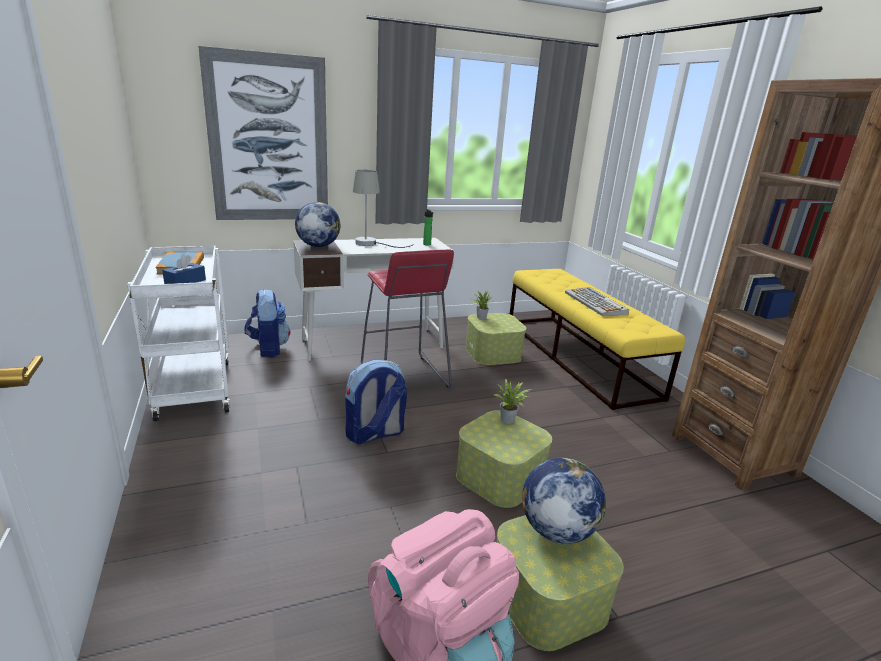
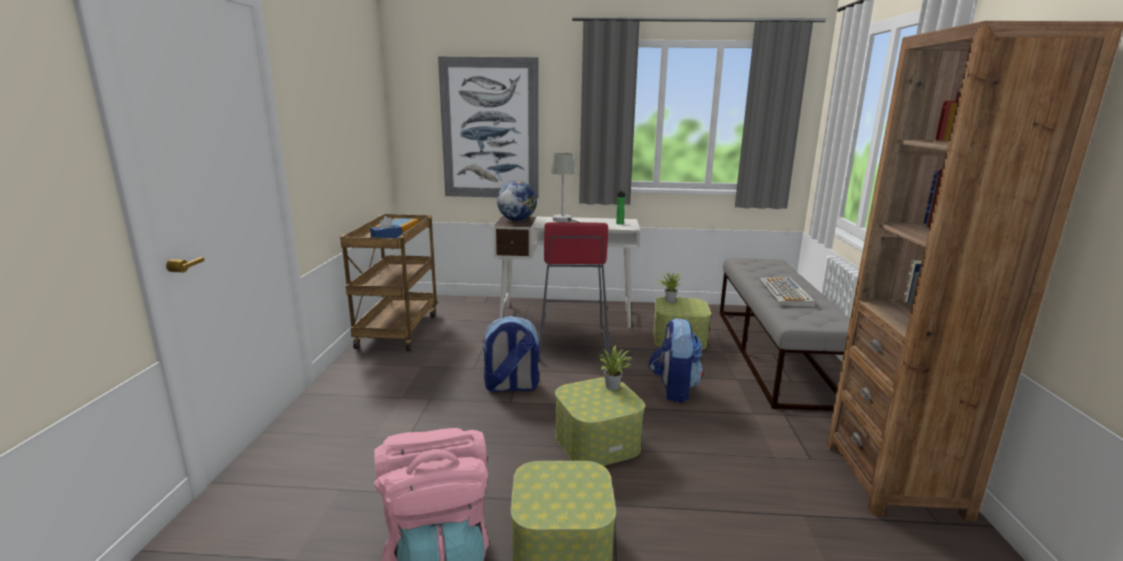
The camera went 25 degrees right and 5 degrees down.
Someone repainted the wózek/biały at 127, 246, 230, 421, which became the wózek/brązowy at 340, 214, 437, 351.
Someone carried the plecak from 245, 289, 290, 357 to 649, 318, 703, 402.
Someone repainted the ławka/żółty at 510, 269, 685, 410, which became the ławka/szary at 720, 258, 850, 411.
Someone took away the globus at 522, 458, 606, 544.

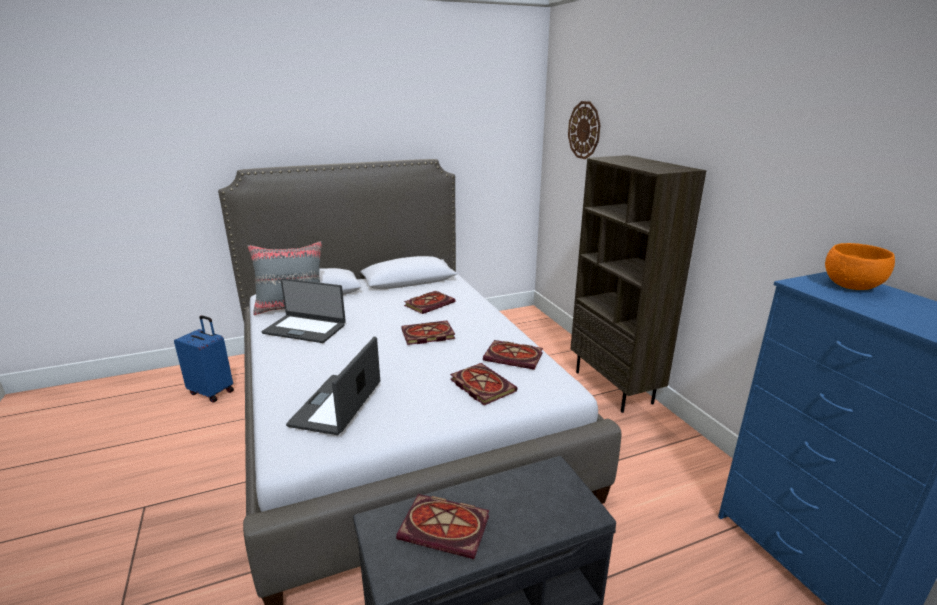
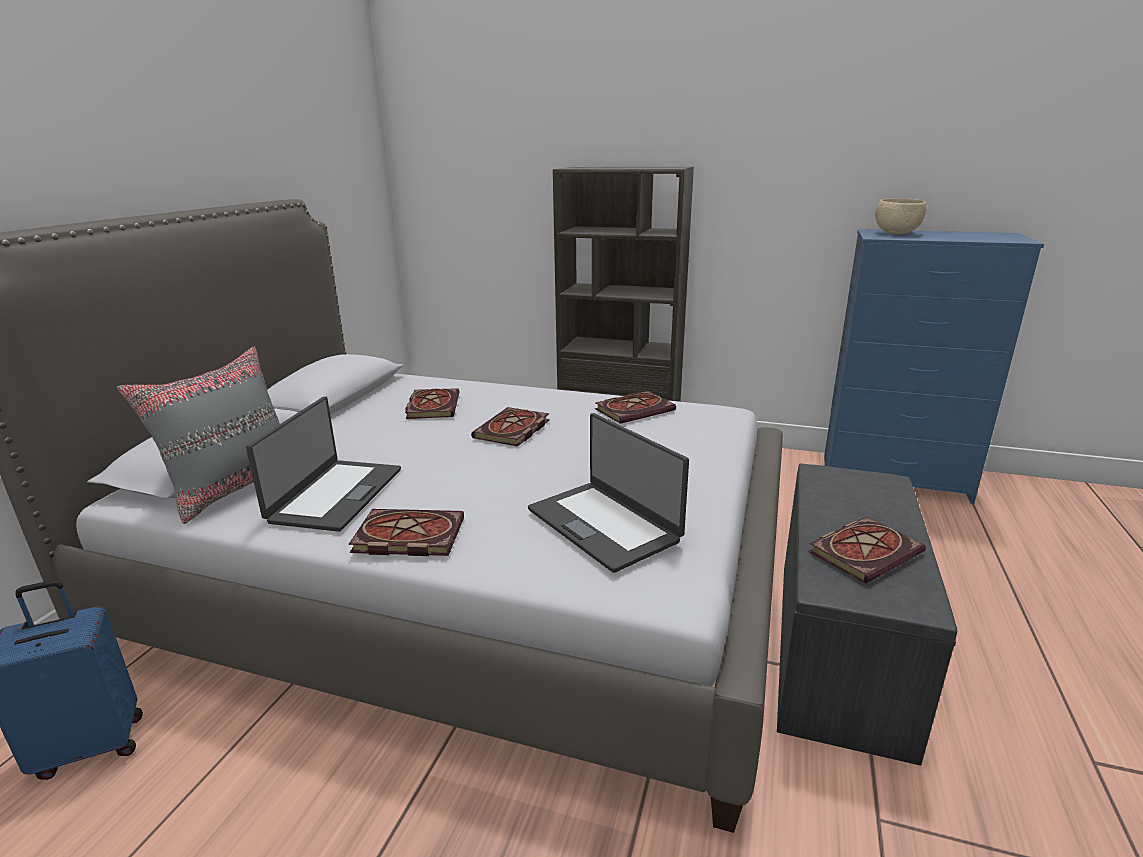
The camera went 50 degrees left and 0 degrees up.
Someone rotated the laptop at 262, 278, 346, 343 by 45 degrees counterclockwise.
Someone carried the książka from 450, 363, 518, 405 to 349, 509, 464, 556.
Someone took away the zegar ścienny at 568, 101, 600, 159.
Someone repainted the miska/pomarańczowy at 825, 243, 895, 290, which became the miska/beżowy at 875, 198, 926, 234.

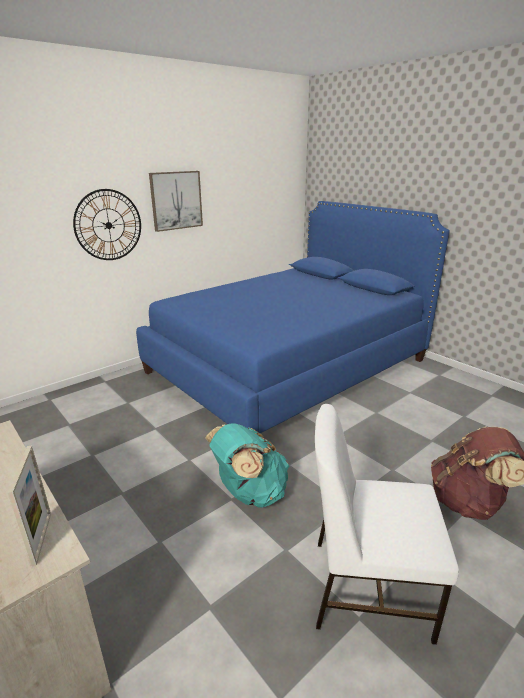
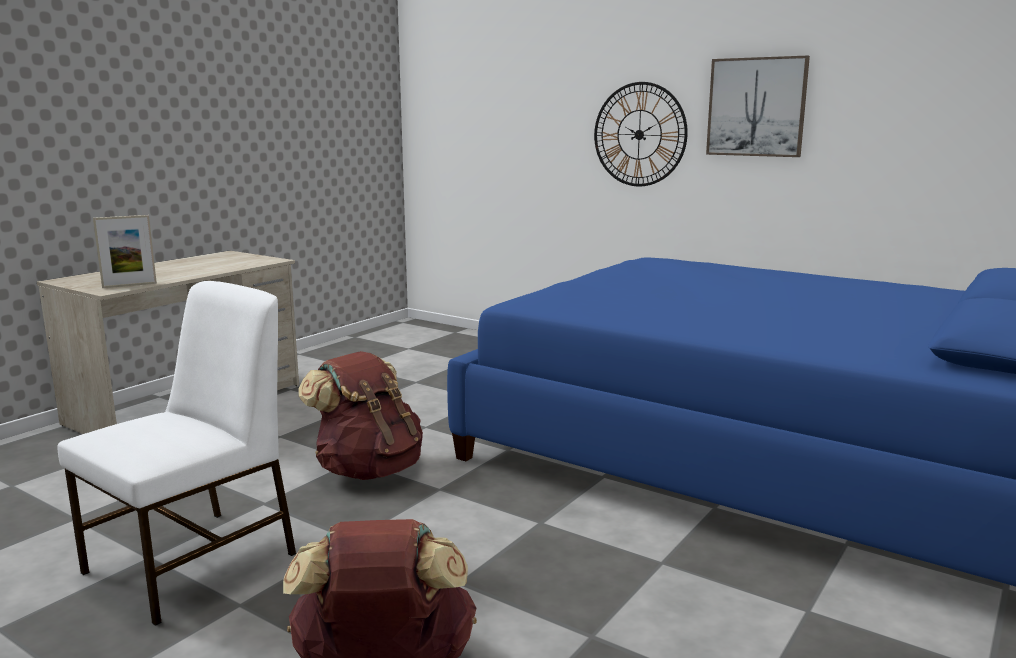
The camera went 75 degrees right and 10 degrees down.
Someone repainted the plecak/turkusowy at 205, 423, 290, 507, which became the plecak/brązowy at 298, 351, 423, 480.
Someone rotated the krzesło/biały at 315, 404, 459, 645 by 45 degrees clockwise.

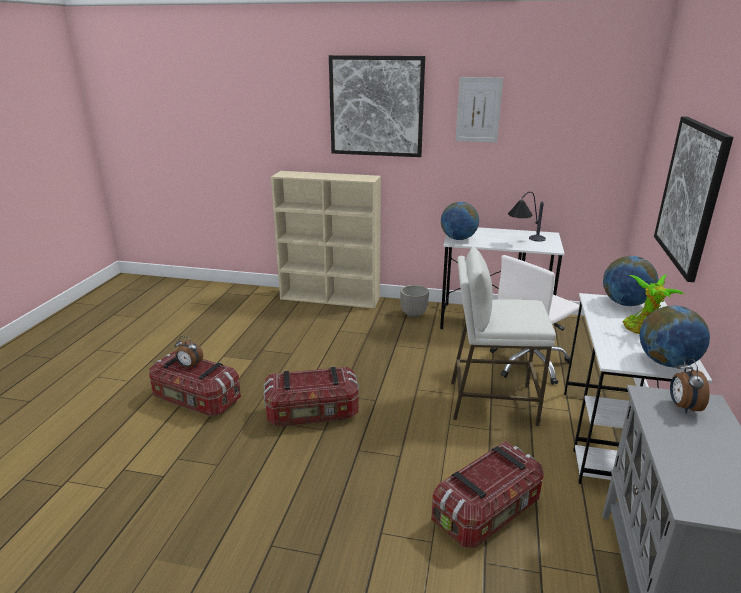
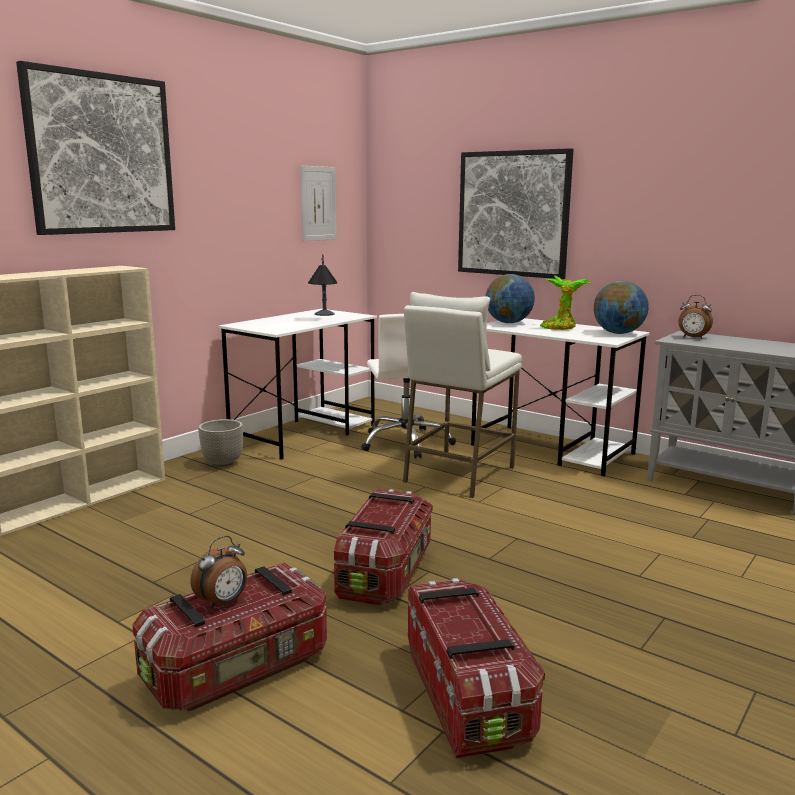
The camera went 65 degrees left and 10 degrees down.
Someone carried the pojemnik do przechowywania from 431, 441, 544, 548 to 408, 578, 545, 758.
Someone took away the globus at 441, 202, 479, 240.
Someone carried the obraz from 456, 77, 503, 143 to 300, 166, 337, 241.

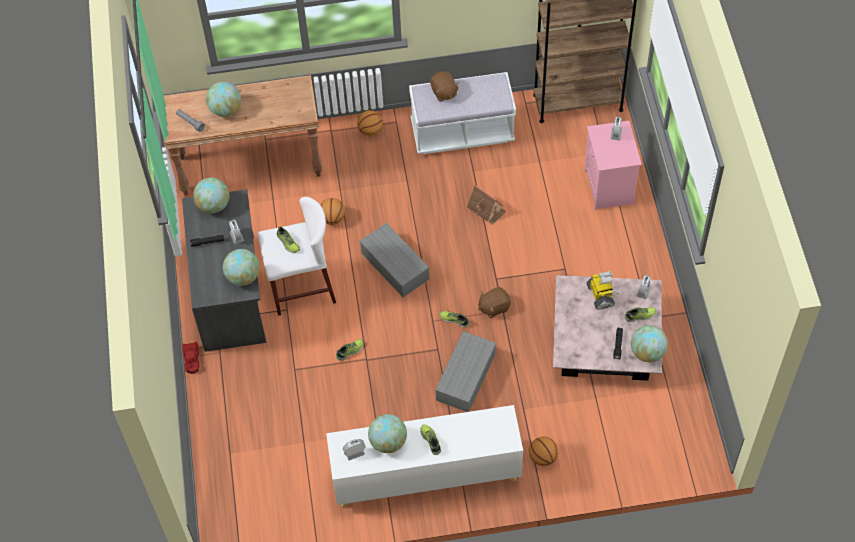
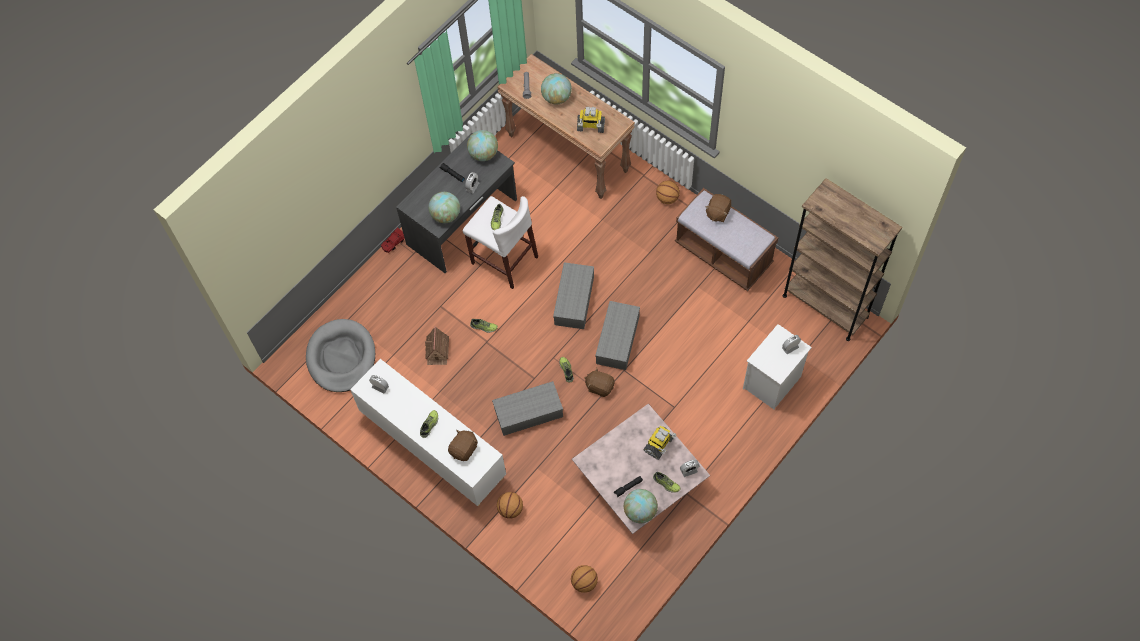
The camera went 50 degrees right and 5 degrees up.
Someone carried the piłka do koszykówki from 321, 198, 345, 225 to 571, 565, 598, 593.
Someone took away the globus at 368, 414, 407, 453.
Someone repainted the ławka/biały at 409, 72, 516, 154, which became the ławka/brązowy at 675, 188, 778, 291.
Someone carried the domek from 467, 185, 506, 225 to 425, 326, 449, 365.
Someone repainted the szafka nocna/różowy at 584, 121, 642, 210, which became the szafka nocna/biały at 743, 324, 812, 409.
Someone put down the legowisko/szary at 306, 319, 375, 392.
Someone put down the pluszak/brązowy at 448, 430, 478, 461.
Someone put down the robot zabawkowy at 577, 107, 605, 133.
Someone put down the pojemnik do przechowywania/szary at 595, 301, 640, 370.

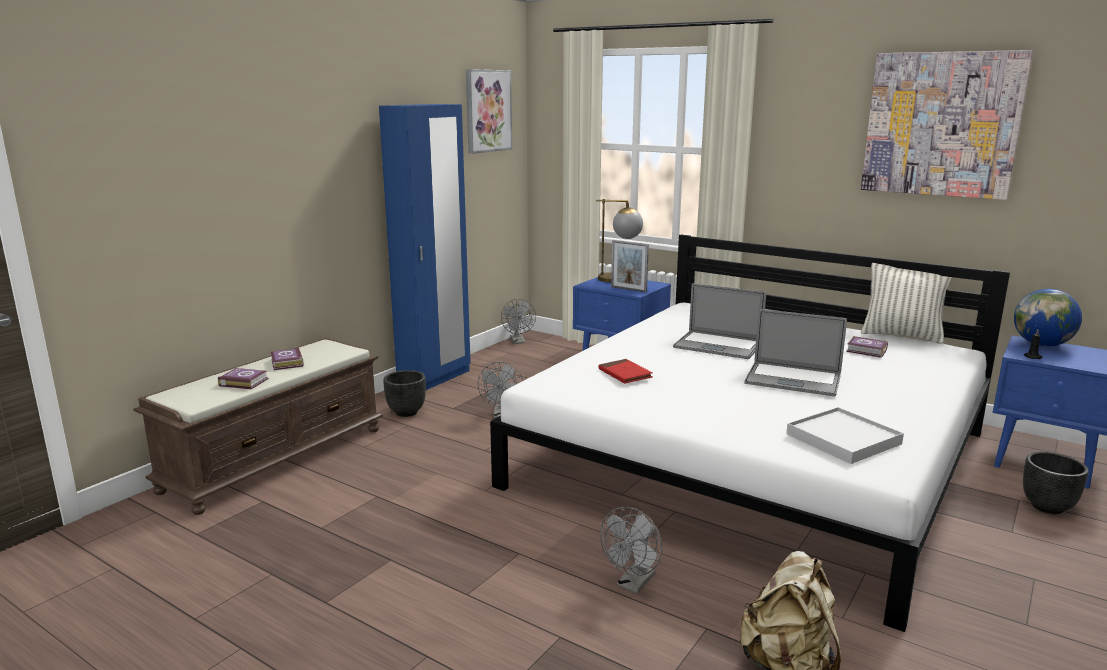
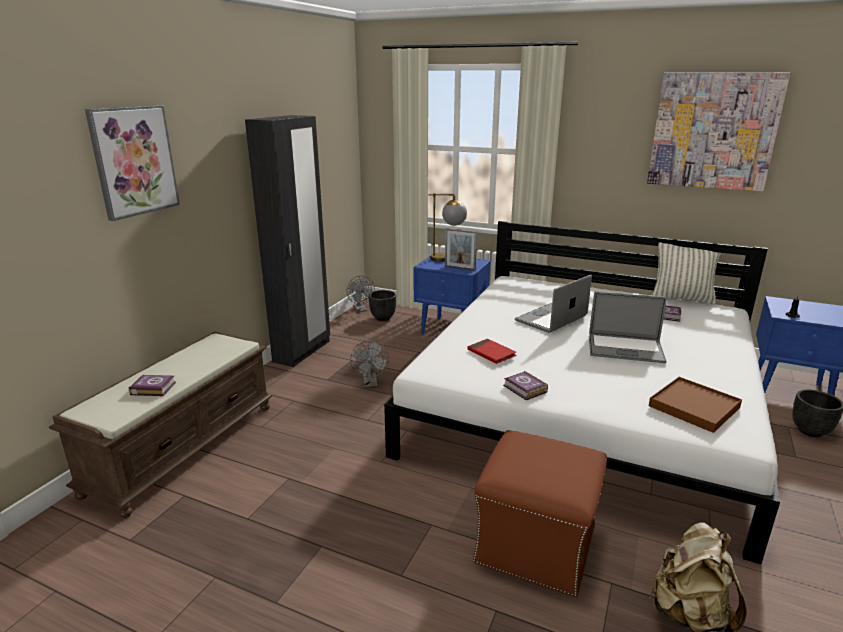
The camera went 10 degrees left and 5 degrees up.
Someone carried the książka from 271, 348, 304, 370 to 503, 371, 548, 400.
Someone repainted the szafa/niebieski at 379, 104, 471, 390, which became the szafa/czarny at 245, 115, 330, 367.
Someone carried the donica/czarny from 383, 370, 426, 417 to 369, 290, 396, 321.
Someone carried the obraz from 466, 69, 512, 154 to 85, 105, 180, 221.
Someone swapped the wentylator/szary at 600, 507, 662, 594 for the pufa/brązowy at 473, 430, 607, 597.
Someone rotated the laptop at 673, 283, 766, 359 by 120 degrees clockwise.
Someone repainted the taca/biały at 786, 407, 904, 464, which became the taca/brązowy at 649, 377, 742, 433.
Someone took away the globus at 1014, 289, 1082, 347.

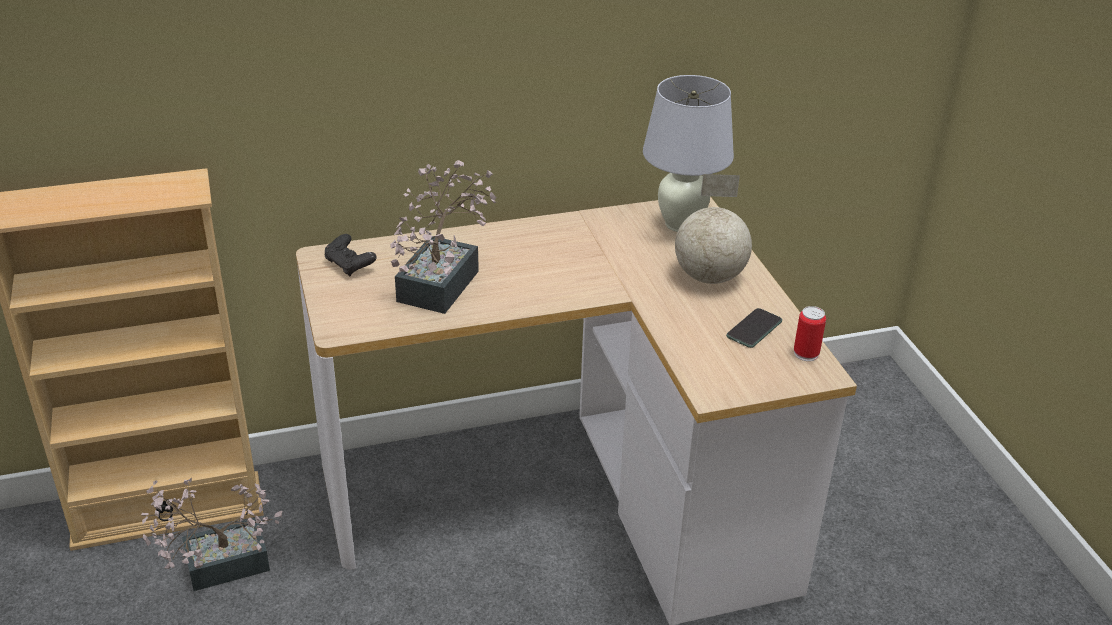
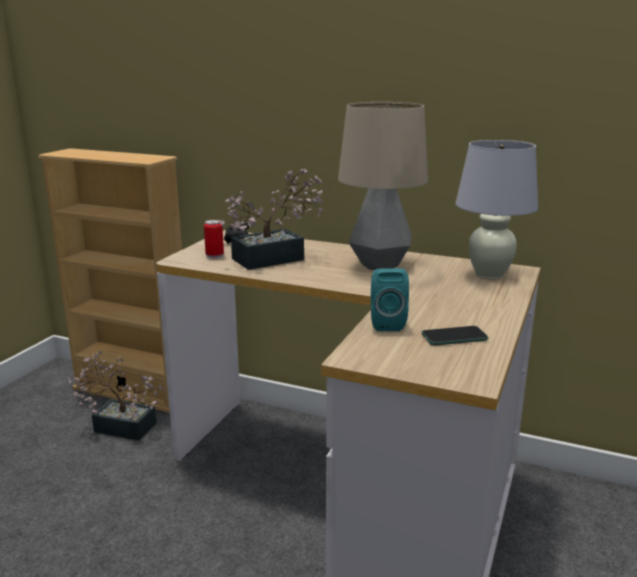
The camera went 40 degrees right and 15 degrees down.
Someone took away the globus at 675, 174, 752, 284.
Someone carried the puszka from 794, 306, 826, 361 to 204, 220, 224, 259.
Someone put down the lampa stołowa at 338, 102, 428, 270.
Someone put down the głośnik/turkusowy at 371, 268, 409, 331.

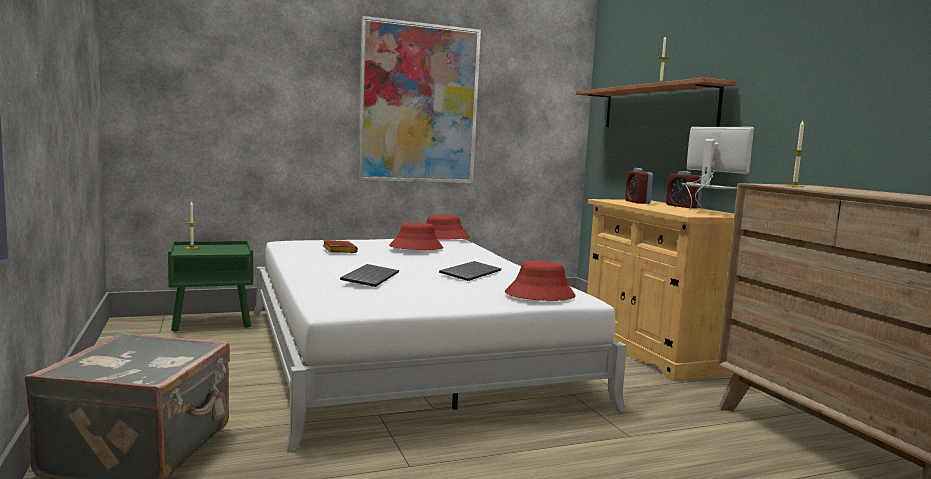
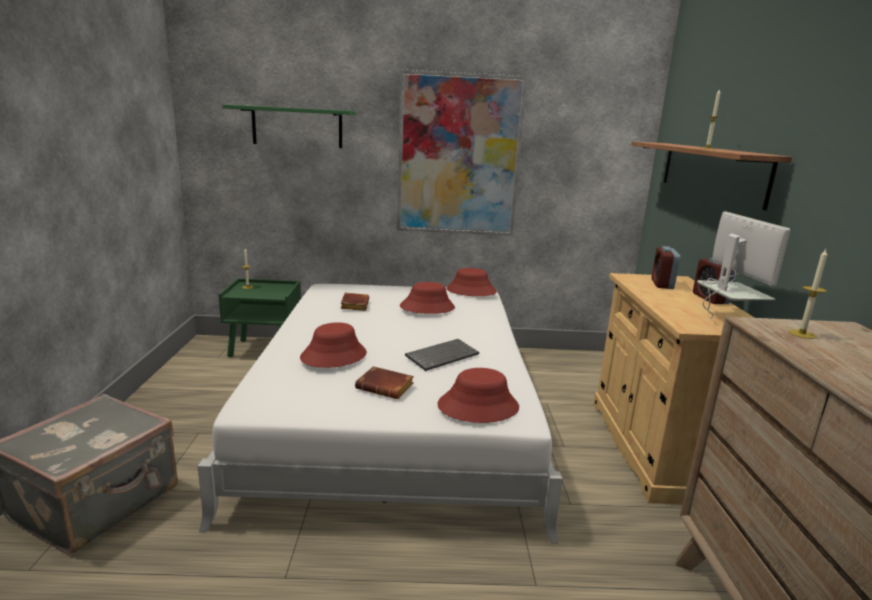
The camera went 20 degrees right and 10 degrees up.
Someone swapped the klawiatura at 340, 264, 399, 287 for the kapelusz/czerwony at 300, 322, 367, 368.
Someone put up the półka/zielony at 222, 104, 356, 148.
Someone put down the książka/brązowy at 355, 366, 414, 399.

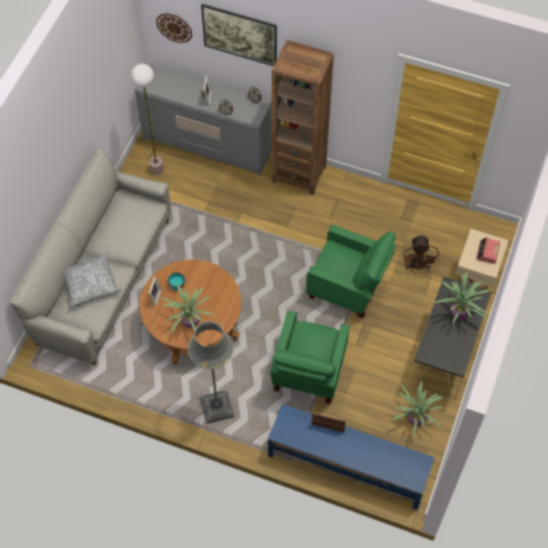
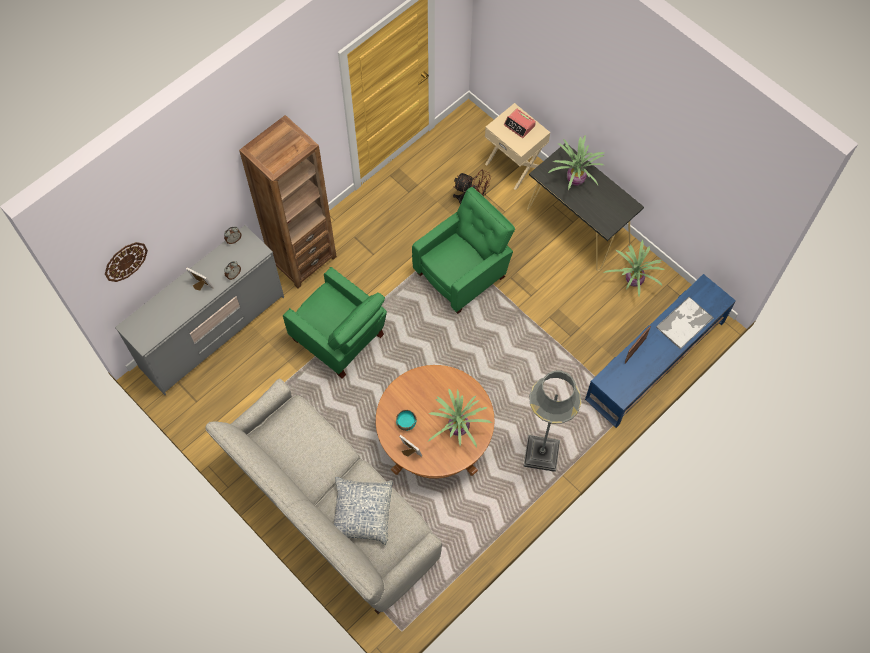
The camera went 65 degrees left and 5 degrees up.
Someone took away the lampa stojąca at 131, 64, 164, 175.
Someone took away the obraz at 201, 4, 277, 66.
Someone carried the fotel/zielony from 270, 311, 350, 404 to 283, 267, 387, 379.
Someone put down the taca at 656, 297, 713, 350.

